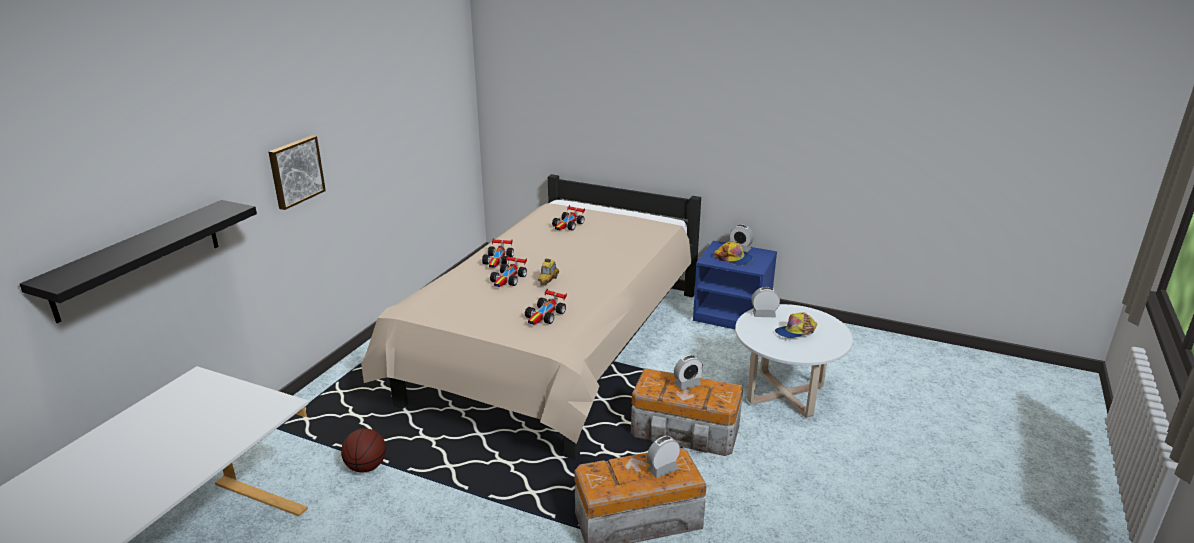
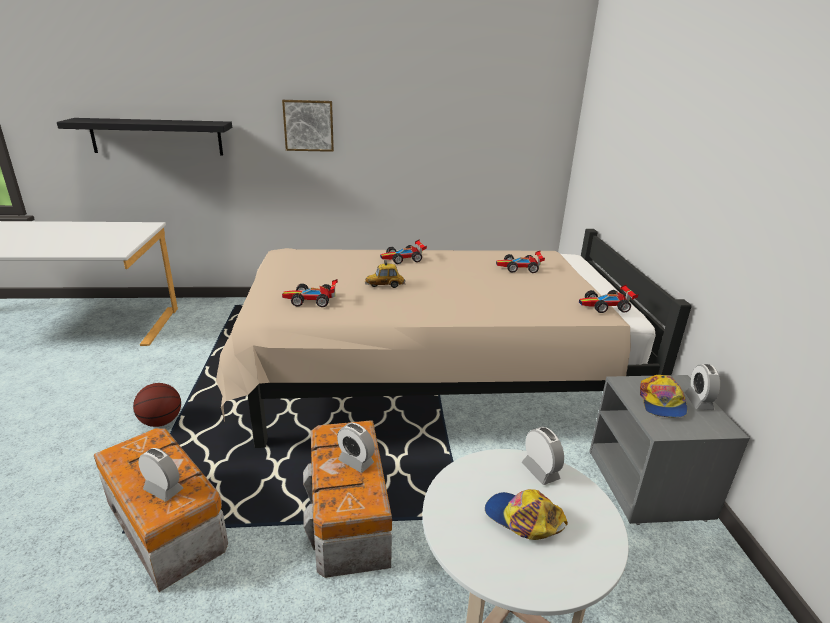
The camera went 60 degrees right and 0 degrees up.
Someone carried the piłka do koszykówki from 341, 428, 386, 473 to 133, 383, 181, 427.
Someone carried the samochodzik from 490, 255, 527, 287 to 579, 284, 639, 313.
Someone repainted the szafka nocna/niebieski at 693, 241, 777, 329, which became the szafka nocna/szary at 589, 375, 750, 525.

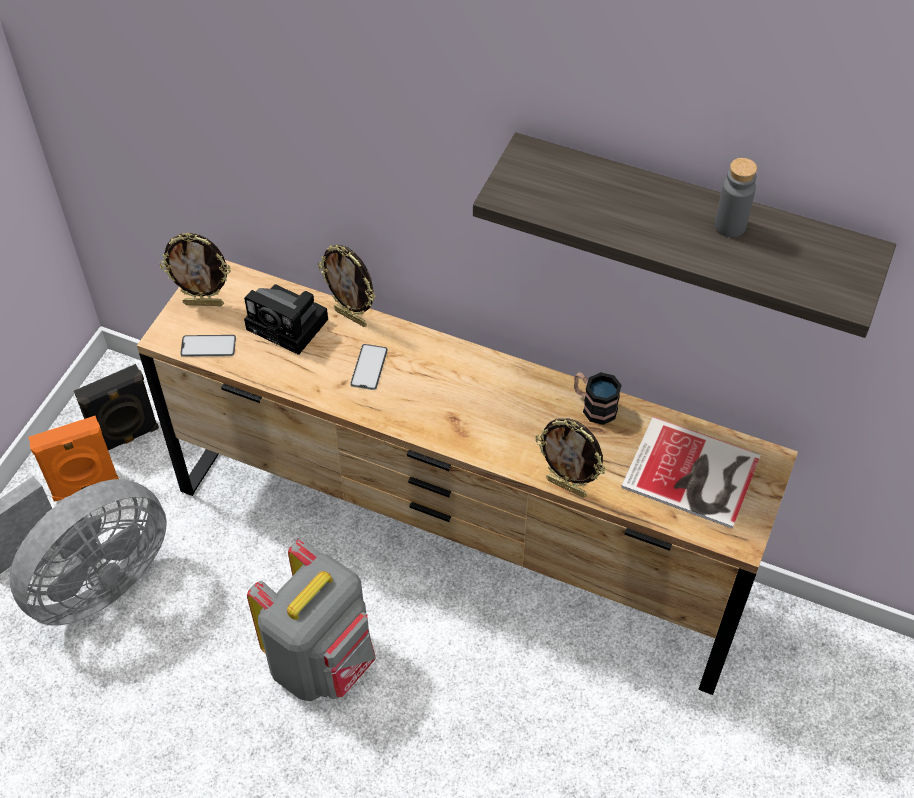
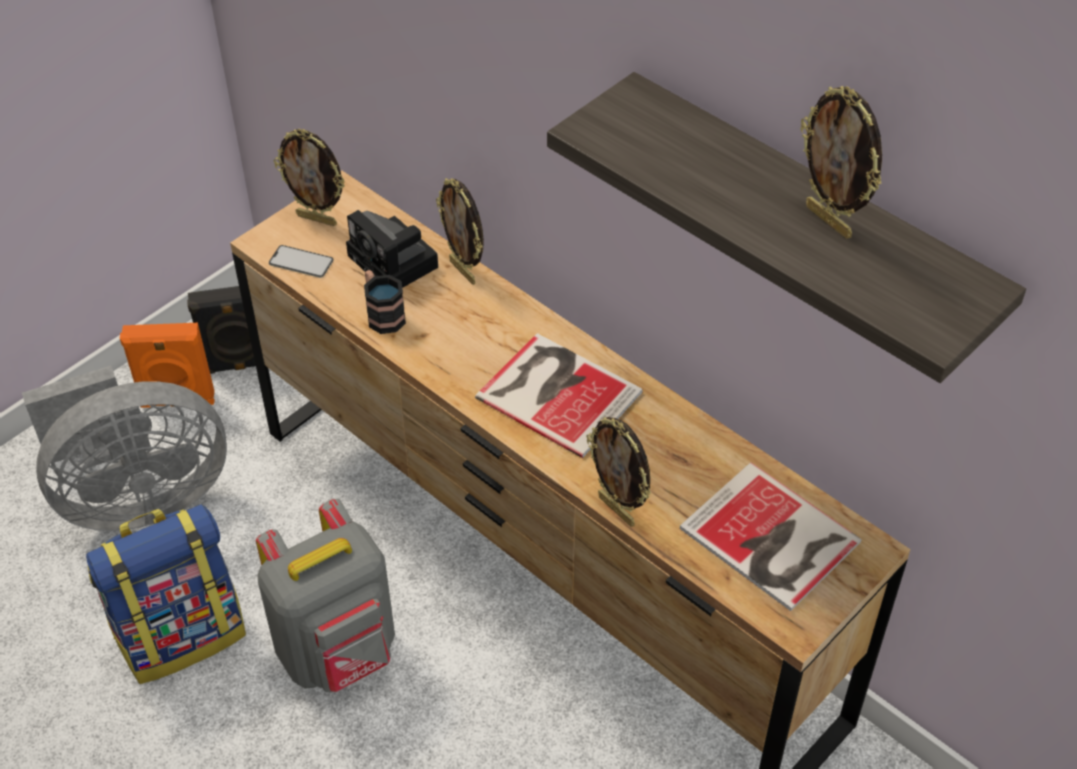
The camera went 20 degrees right and 5 degrees down.
Someone took away the telefon at 350, 344, 388, 390.
Someone carried the kubek from 574, 372, 622, 425 to 364, 270, 406, 334.
Someone swapped the butelka/szary at 715, 158, 757, 237 for the ramka na zdjęcie at 801, 86, 882, 239.
Someone put down the plecak at 86, 504, 246, 684.
Someone put down the książka at 475, 333, 643, 458.

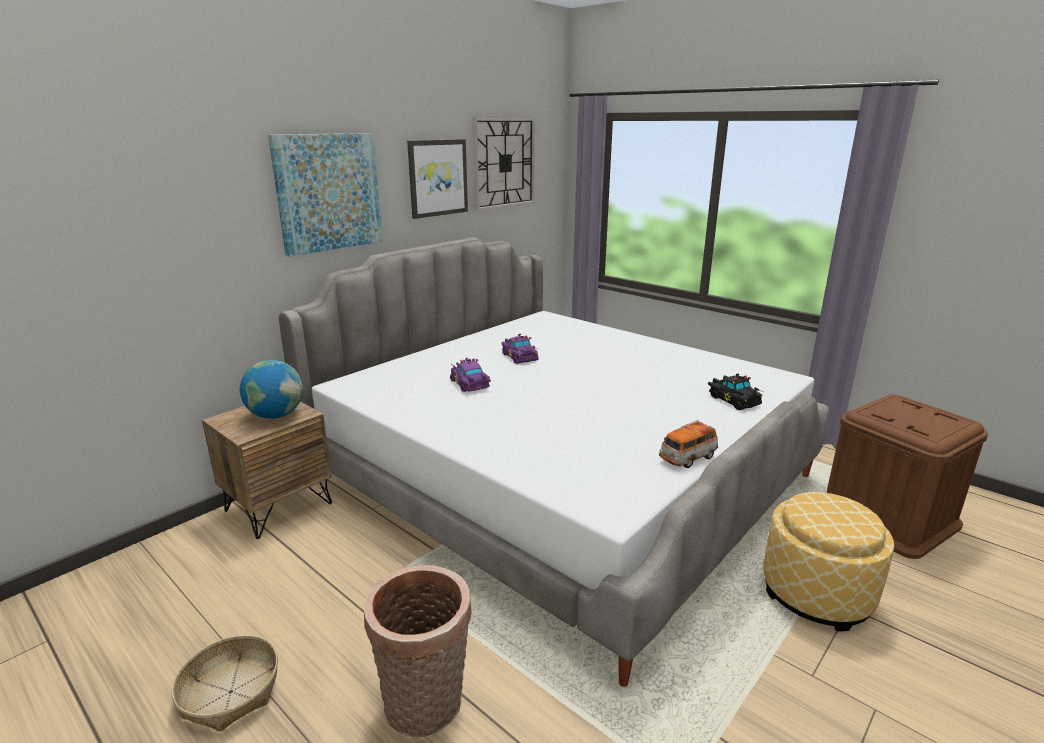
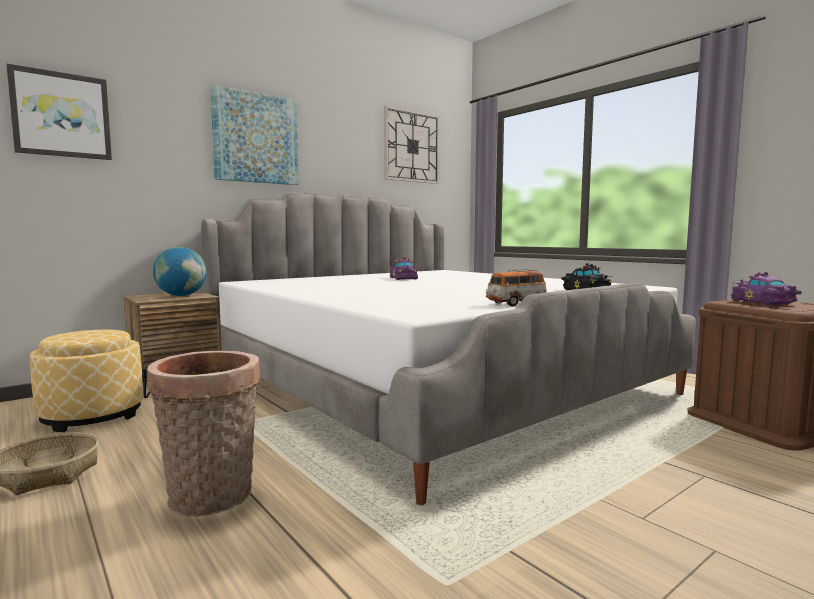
The camera went 10 degrees right and 15 degrees down.
Someone carried the obraz from 407, 139, 468, 219 to 6, 64, 112, 160.
Someone carried the samochodzik/fioletowy from 450, 358, 491, 392 to 731, 272, 802, 305.
Someone carried the pufa from 763, 492, 894, 631 to 30, 330, 143, 432.

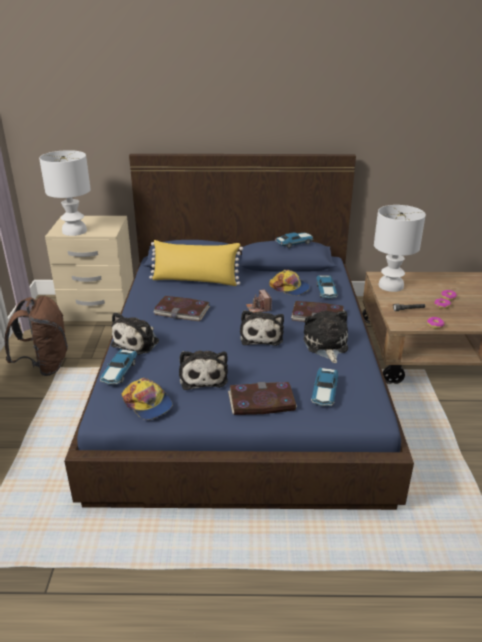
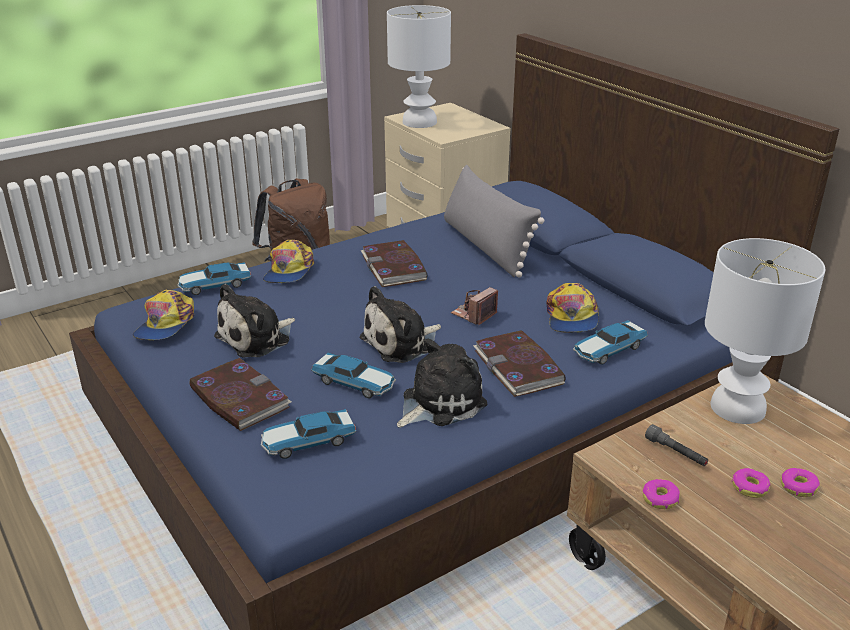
The camera went 55 degrees right and 0 degrees up.
Someone swapped the pluszak at 111, 312, 159, 355 for the czapka z daszkiem at 263, 240, 314, 283.
Someone repainted the poduszka/żółty at 149, 240, 243, 286, which became the poduszka/szary at 444, 164, 544, 277.
Someone carried the samochodzik from 275, 232, 314, 248 to 311, 353, 396, 398.

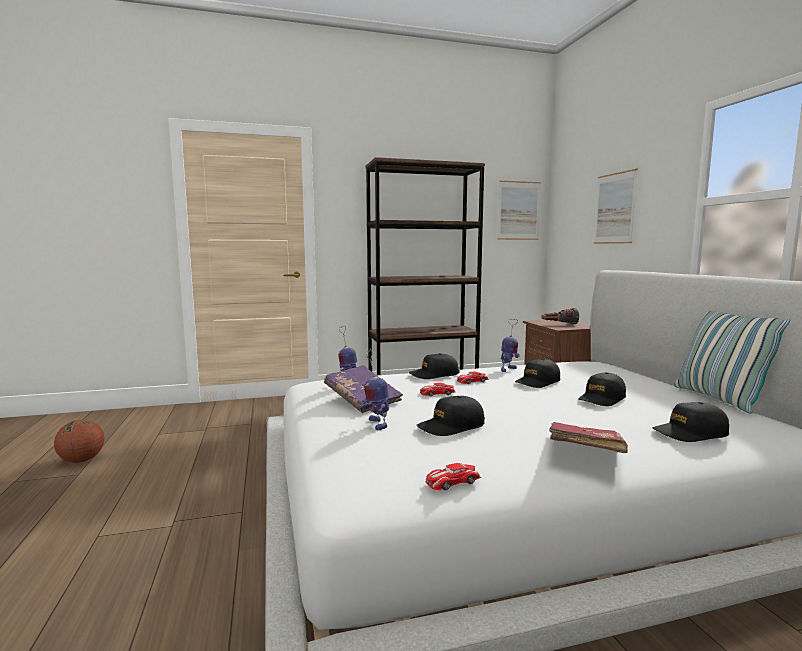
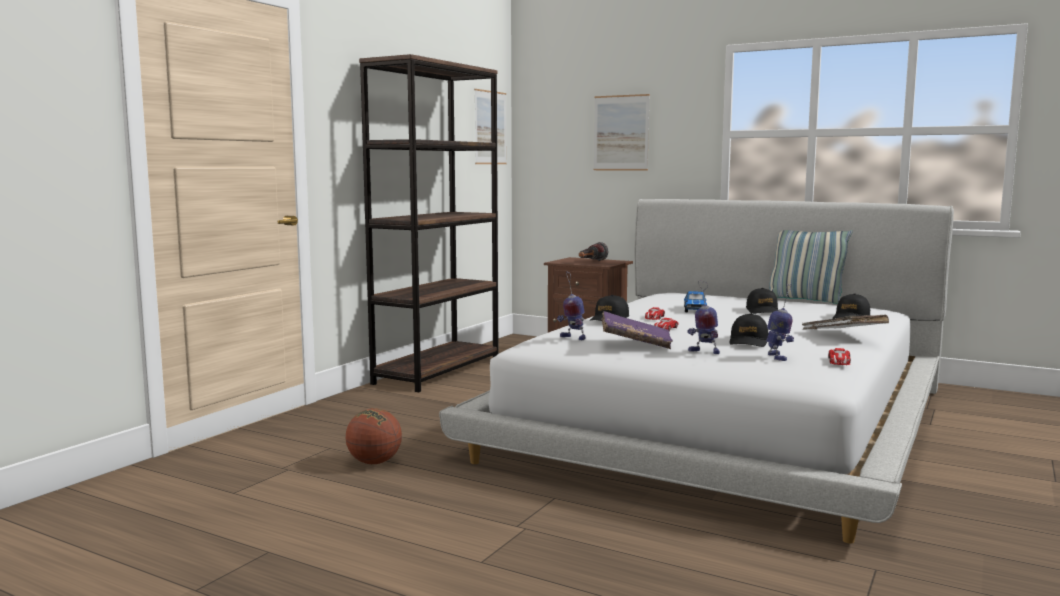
The camera went 45 degrees left and 0 degrees up.
Someone carried the piłka do koszykówki from 54, 420, 105, 463 to 346, 408, 402, 464.
Someone carried the robot zabawkowy from 501, 319, 520, 372 to 766, 284, 794, 361.
Someone swapped the czapka z daszkiem/czarny at 515, 359, 560, 388 for the samochodzik at 684, 291, 707, 312.
Someone repainted the książka/czerwony at 549, 422, 628, 453, which became the książka/biały at 802, 314, 889, 330.

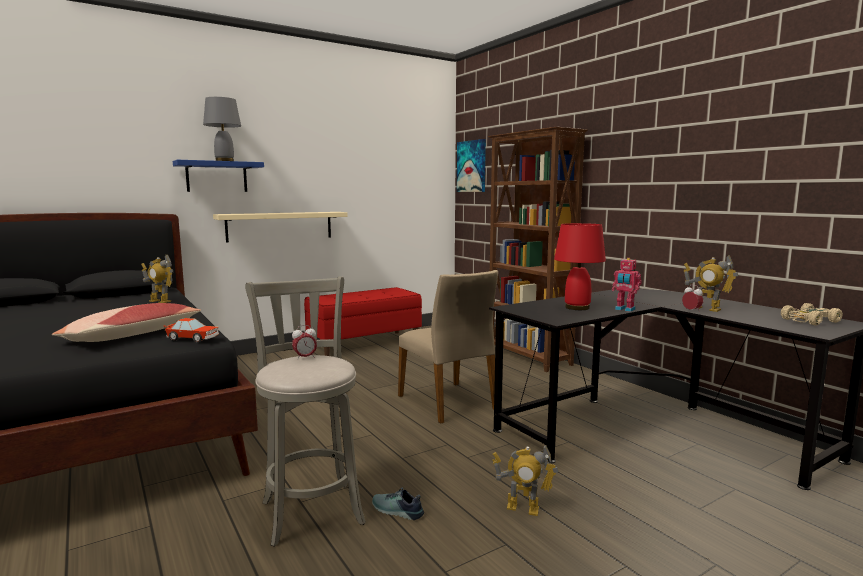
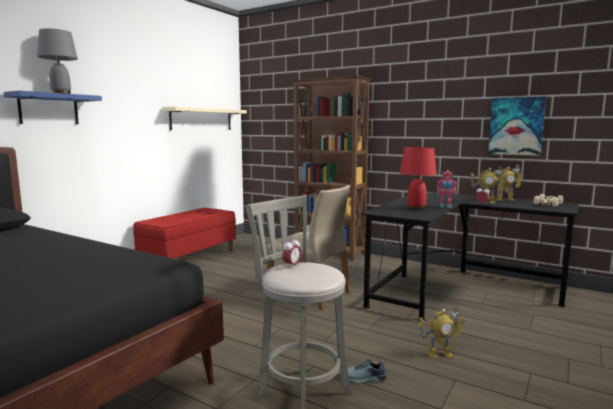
The camera went 25 degrees left and 0 degrees up.
Someone took away the poduszka at 52, 303, 201, 342.
Someone carried the robot zabawkowy from 141, 255, 173, 303 to 492, 164, 524, 201.
Someone took away the samochodzik at 163, 318, 219, 343.
Someone carried the półka/beżowy from 213, 212, 348, 242 to 162, 107, 247, 130.
Someone carried the obraz from 457, 139, 486, 192 to 488, 96, 546, 156.

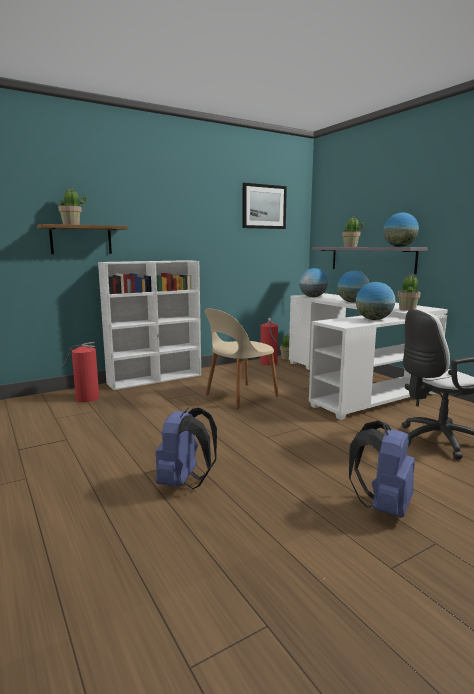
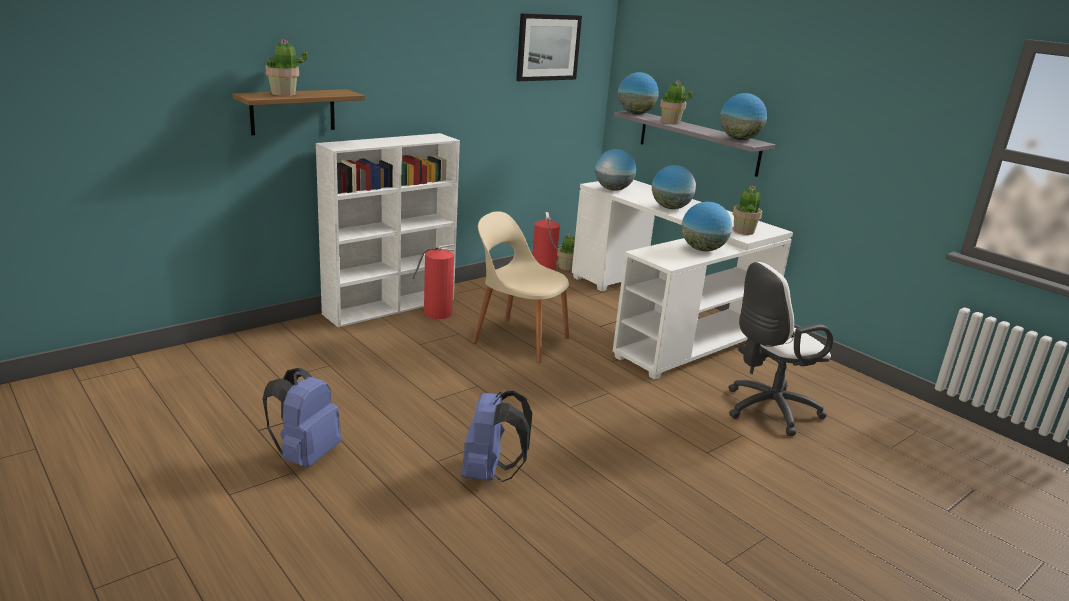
The camera went 10 degrees left and 10 degrees up.
Someone carried the gaśnica from 61, 342, 99, 402 to 413, 244, 454, 319.
Someone rotated the krzesło/beżowy at 204, 309, 279, 409 by 75 degrees clockwise.
Someone carried the plecak/niebieski from 349, 421, 415, 517 to 263, 368, 341, 467.
Someone put down the globus at 618, 72, 659, 114.

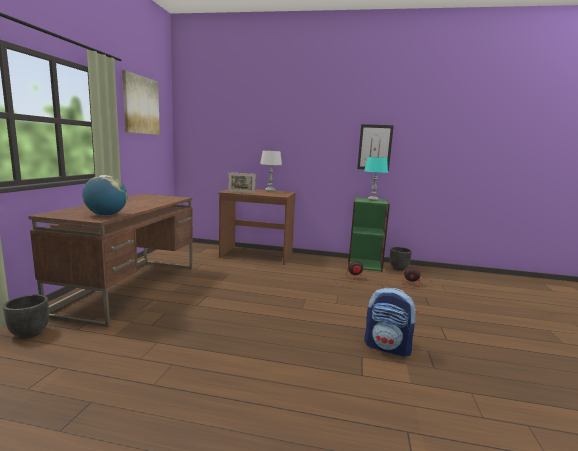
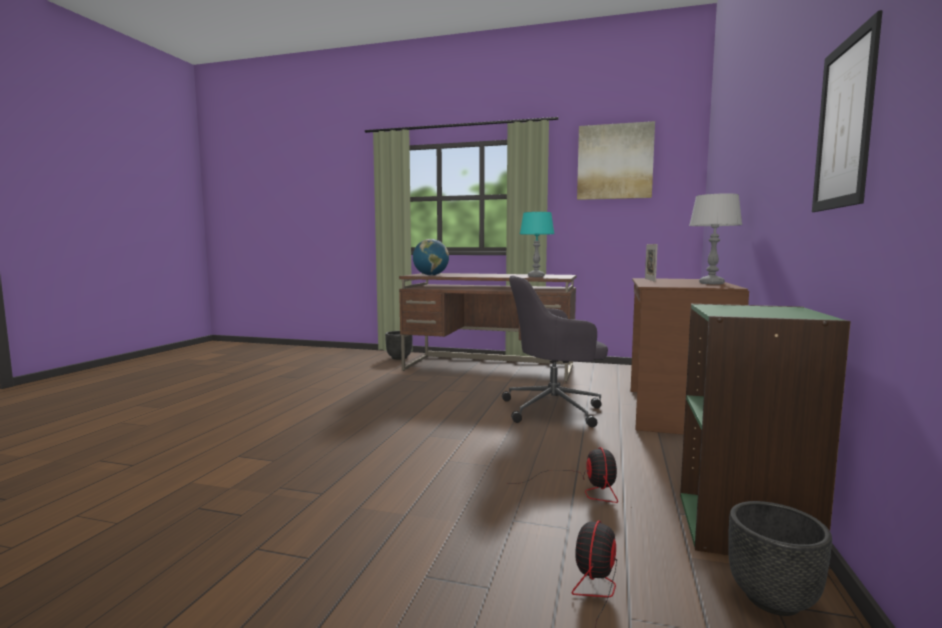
The camera went 95 degrees right and 5 degrees down.
Someone carried the lampa stołowa/turkusowy from 364, 157, 388, 201 to 520, 212, 554, 277.
Someone took away the plecak at 364, 288, 418, 357.
Someone put down the krzesło biurowe/szary at 502, 276, 608, 427.

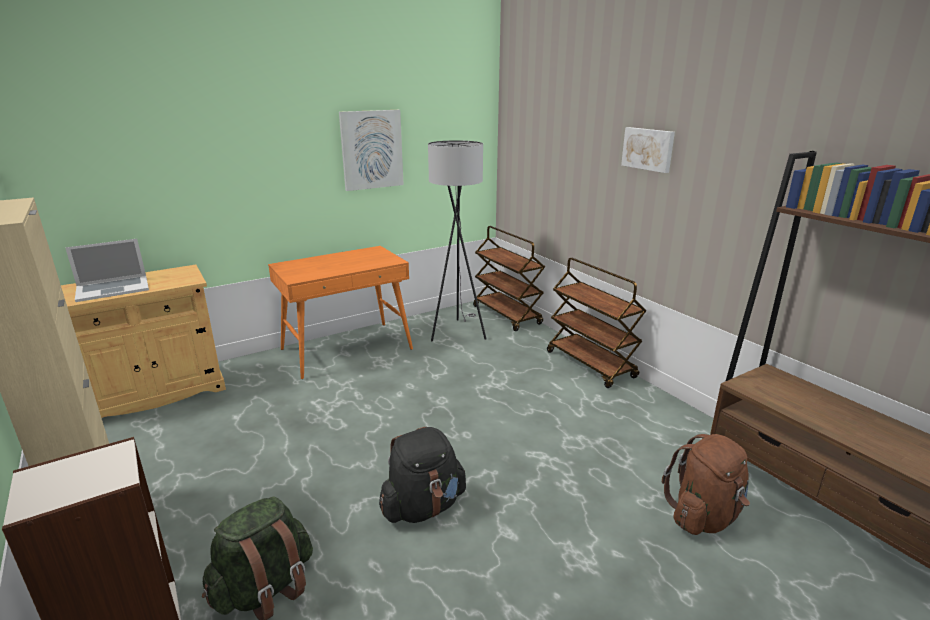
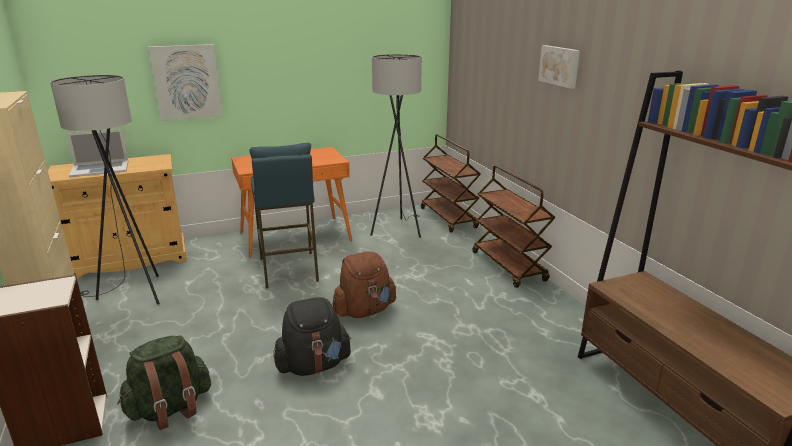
The camera went 10 degrees right and 0 degrees up.
Someone carried the obraz from 339, 110, 404, 191 to 149, 44, 223, 121.
Someone carried the plecak/brązowy from 662, 434, 750, 535 to 333, 251, 396, 318.
Someone put down the lampa stojąca/szary at 50, 75, 160, 305.
Someone put down the stołek/niebieski at 249, 143, 319, 288.

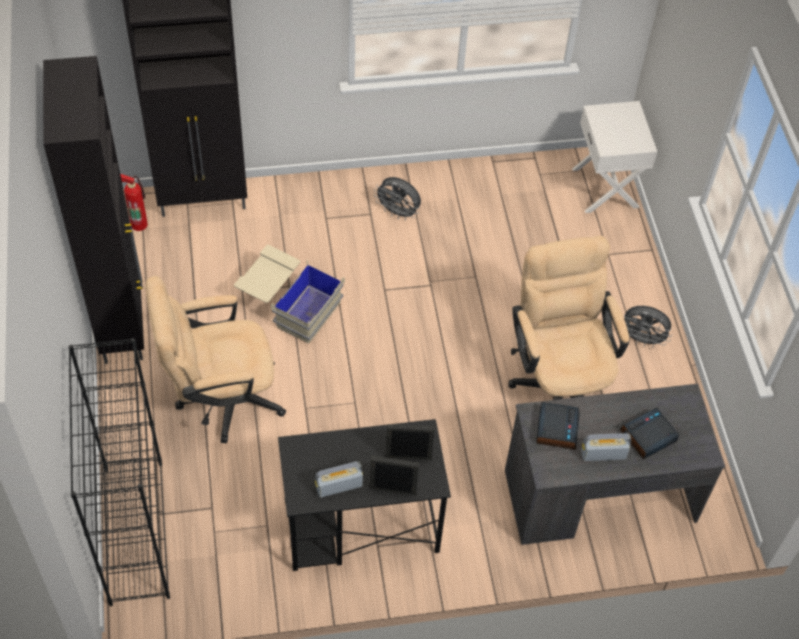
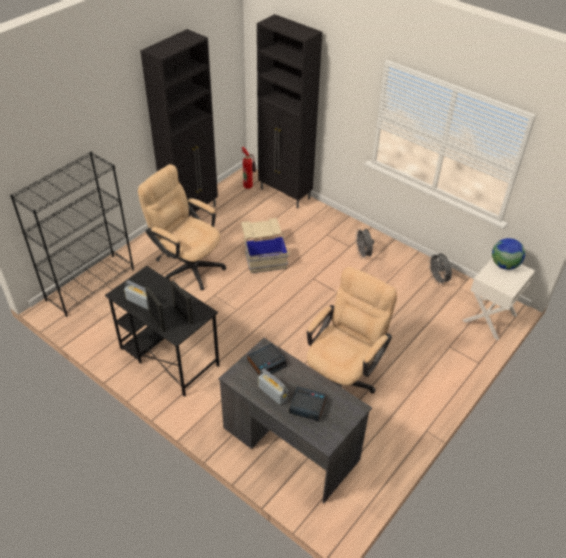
The camera went 50 degrees right and 10 degrees down.
Someone carried the wentylator/szary from 624, 306, 672, 348 to 428, 253, 452, 285.
Someone put down the globus at 492, 238, 525, 270.

